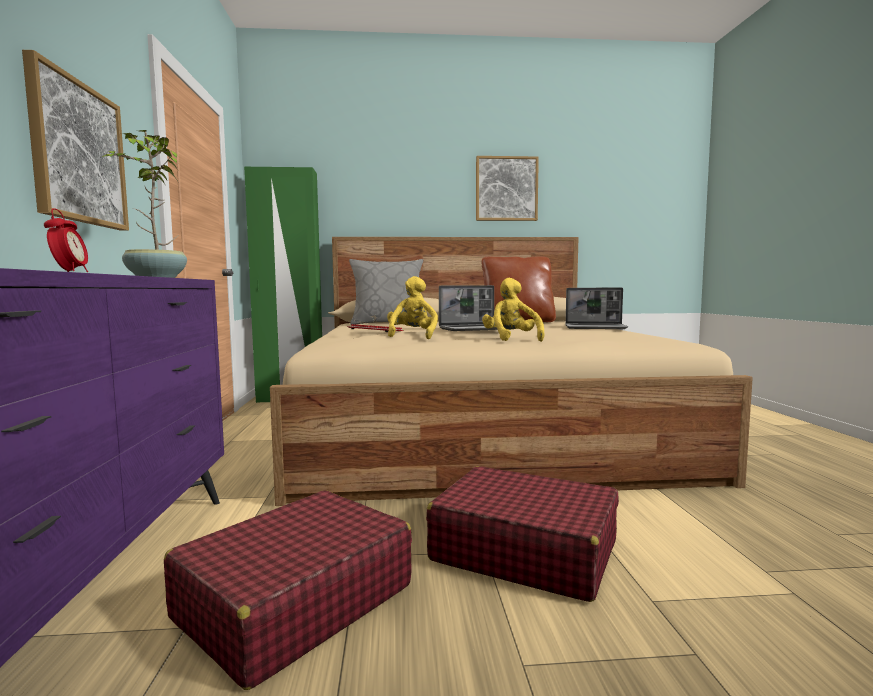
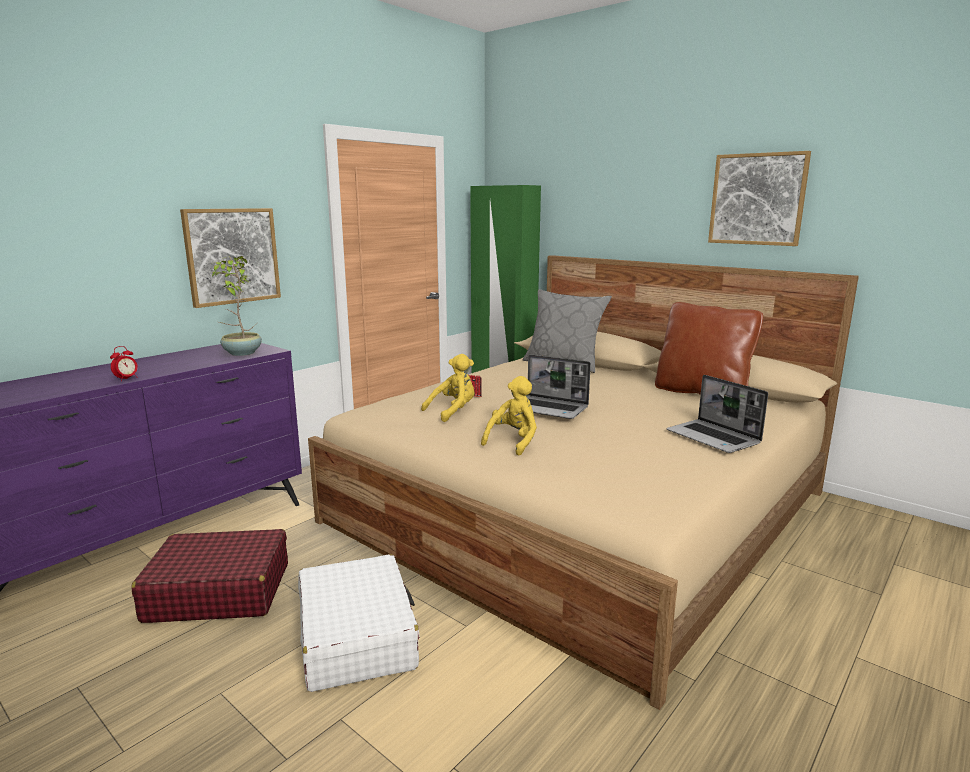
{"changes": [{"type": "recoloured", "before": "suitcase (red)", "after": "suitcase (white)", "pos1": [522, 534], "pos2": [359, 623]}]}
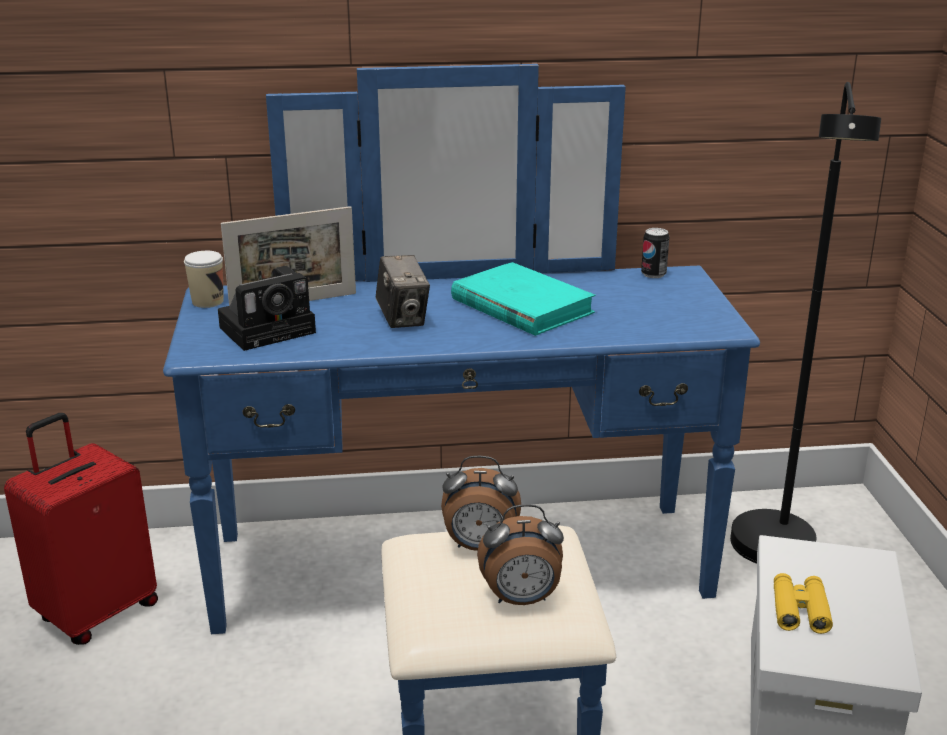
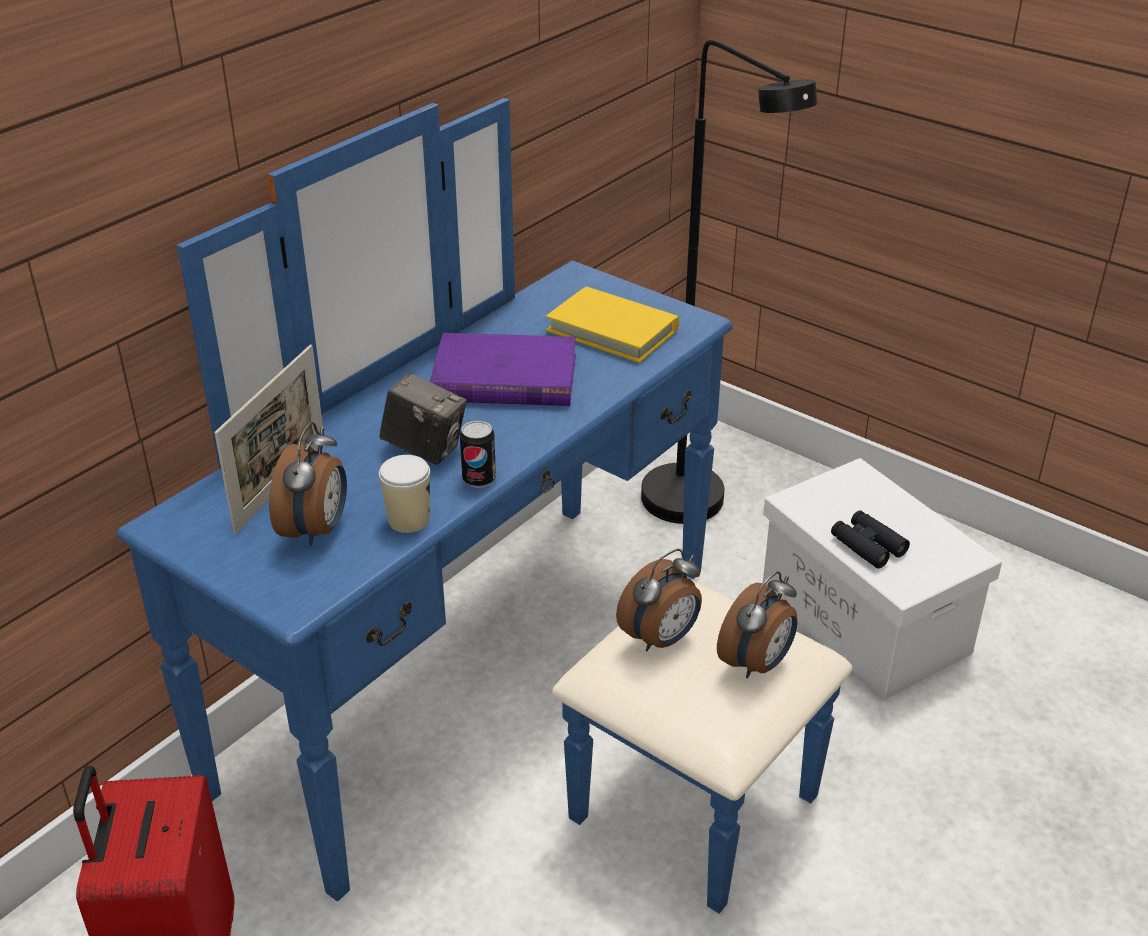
{"changes": [{"type": "moved", "before": "cup", "pos1": [204, 279], "pos2": [404, 494]}, {"type": "replaced", "before": "photo camera", "after": "alarm clock", "pos1": [267, 308], "pos2": [308, 484]}, {"type": "recoloured", "before": "book (turquoise)", "after": "book (purple)", "pos1": [523, 299], "pos2": [503, 369]}, {"type": "moved", "before": "can", "pos1": [655, 253], "pos2": [478, 454]}, {"type": "recoloured", "before": "binoculars (yellow)", "after": "binoculars (black)", "pos1": [803, 603], "pos2": [870, 539]}, {"type": "added", "after": "book (yellow)", "pos2": [612, 325]}]}
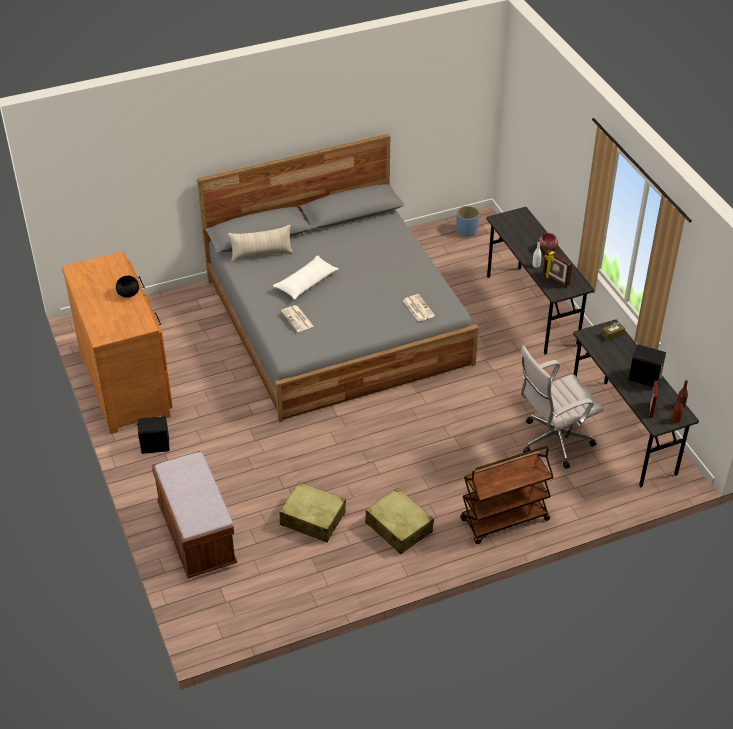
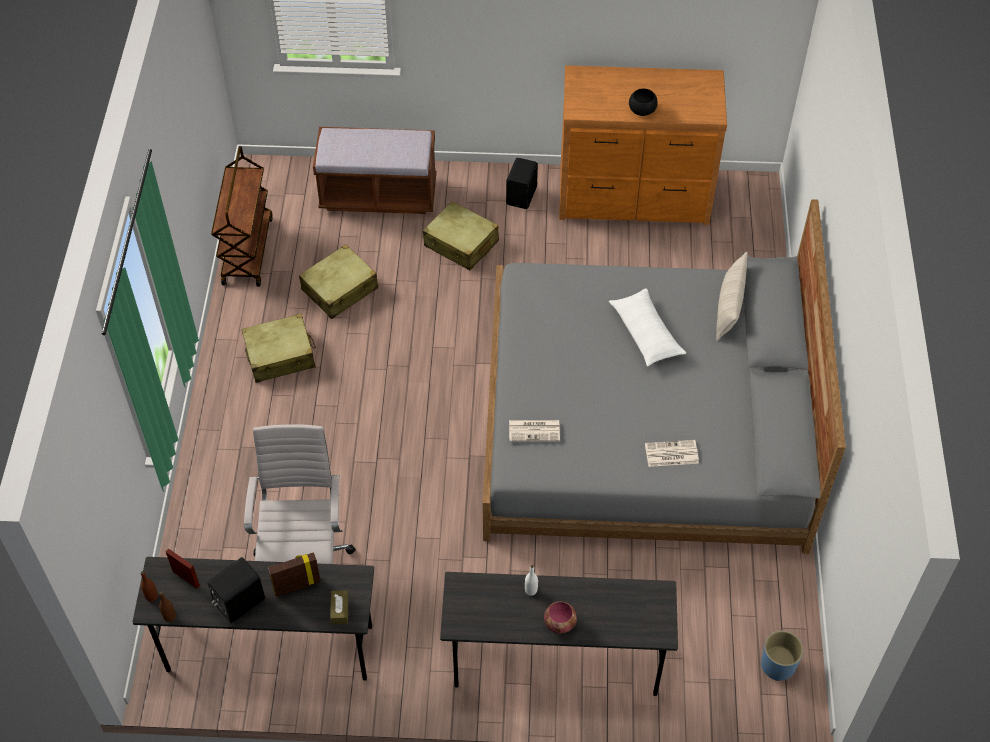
{"changes": [{"type": "moved", "before": "newspaper", "pos1": [297, 318], "pos2": [672, 453]}, {"type": "moved", "before": "cart (brown)", "pos1": [507, 495], "pos2": [242, 216]}, {"type": "moved", "before": "picture frame", "pos1": [558, 268], "pos2": [294, 574]}, {"type": "added", "after": "suitcase (beige)", "pos2": [461, 235]}]}
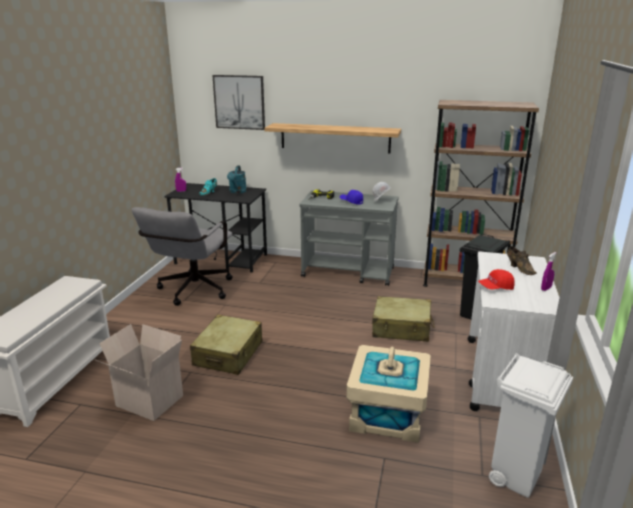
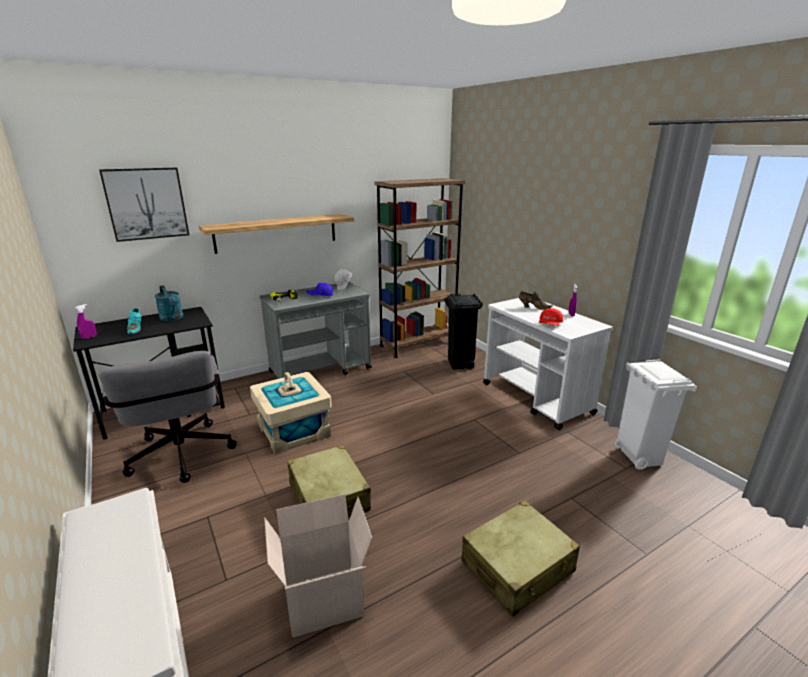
{"changes": [{"type": "moved", "before": "storage box (beige)", "pos1": [388, 394], "pos2": [291, 413]}, {"type": "moved", "before": "suitcase (beige)", "pos1": [403, 319], "pos2": [520, 558]}]}
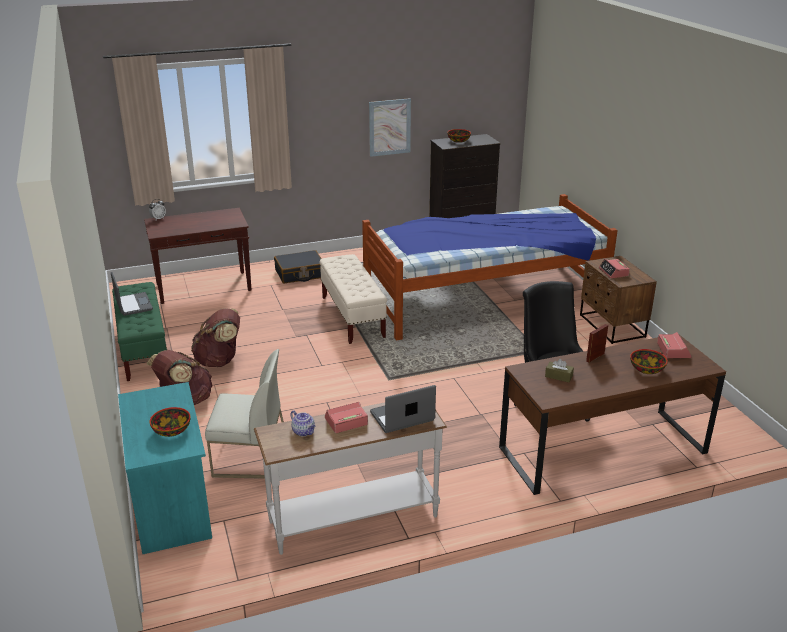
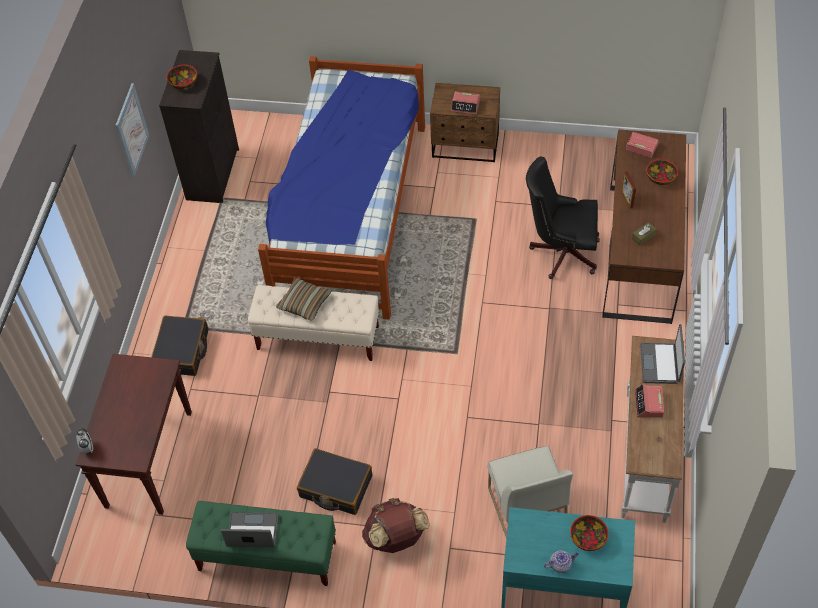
{"changes": [{"type": "replaced", "before": "backpack (brown)", "after": "suitcase (black)", "pos1": [215, 337], "pos2": [334, 481]}, {"type": "turned", "before": "chair (white)", "pos1": [244, 414], "pos2": [530, 492], "turn": 135}, {"type": "moved", "before": "teapot", "pos1": [302, 423], "pos2": [561, 561]}, {"type": "added", "after": "pillow", "pos2": [304, 299]}]}
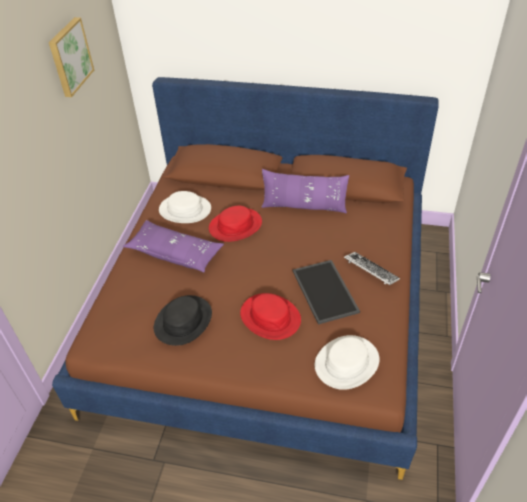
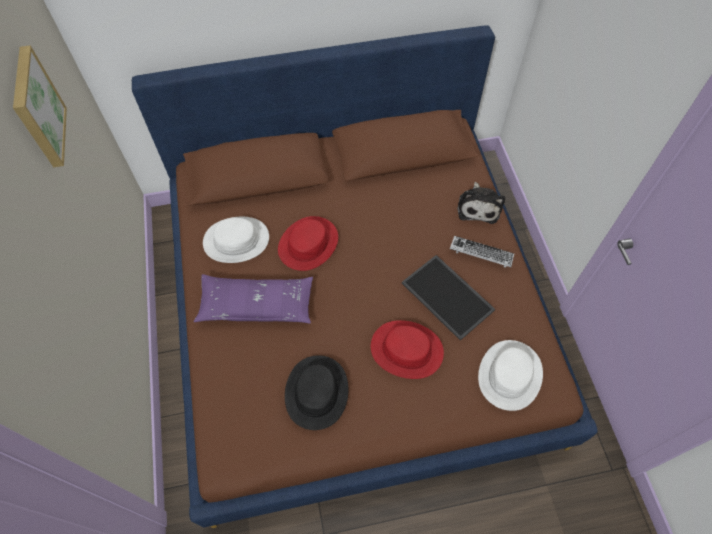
{"changes": [{"type": "removed", "before": "pillow (purple)", "pos1": [305, 191]}, {"type": "added", "after": "plush toy", "pos2": [481, 203]}]}
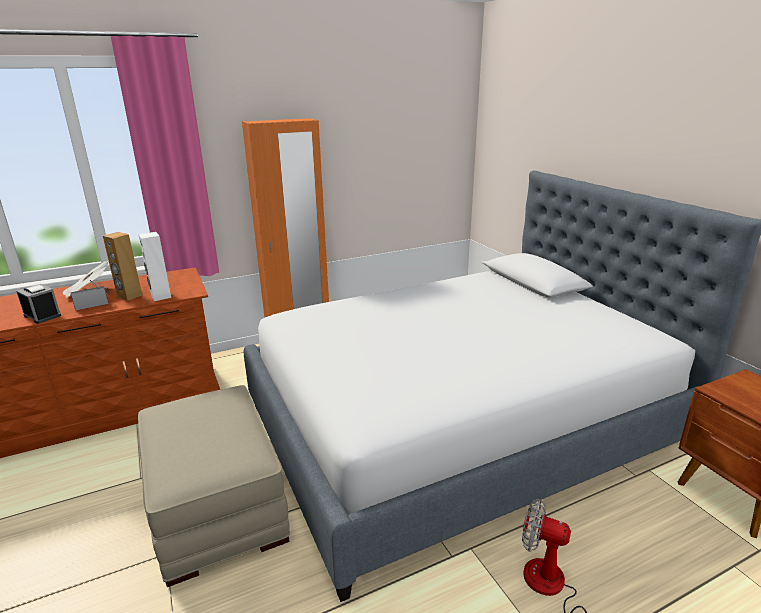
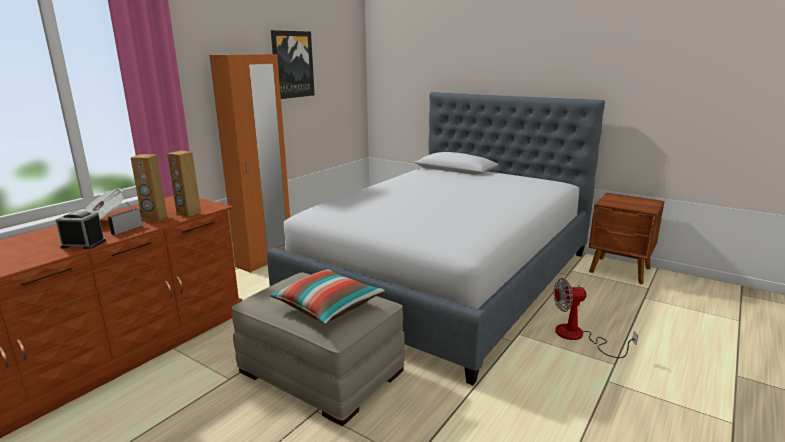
{"changes": [{"type": "recoloured", "before": "speaker (white)", "after": "speaker (brown)", "pos1": [154, 266], "pos2": [184, 184]}, {"type": "added", "after": "pillow", "pos2": [327, 296]}, {"type": "added", "after": "picture", "pos2": [293, 64]}]}
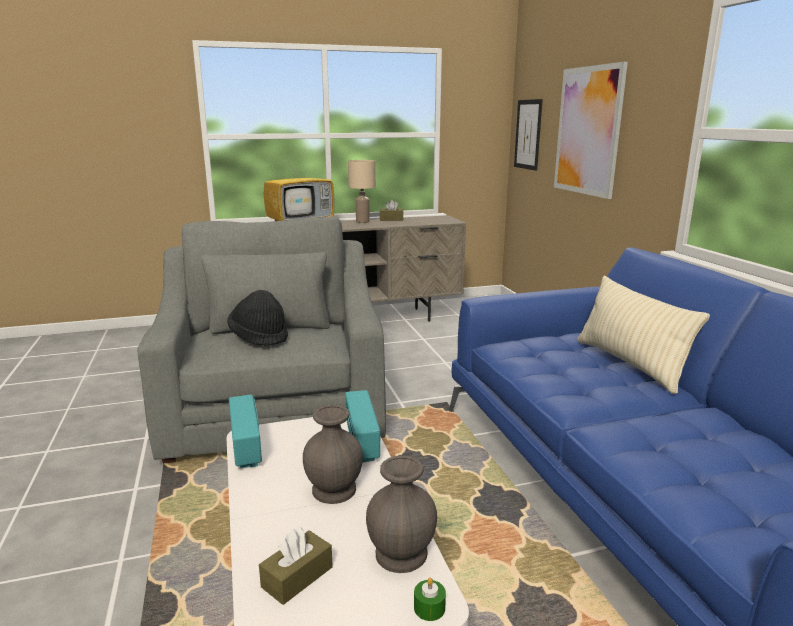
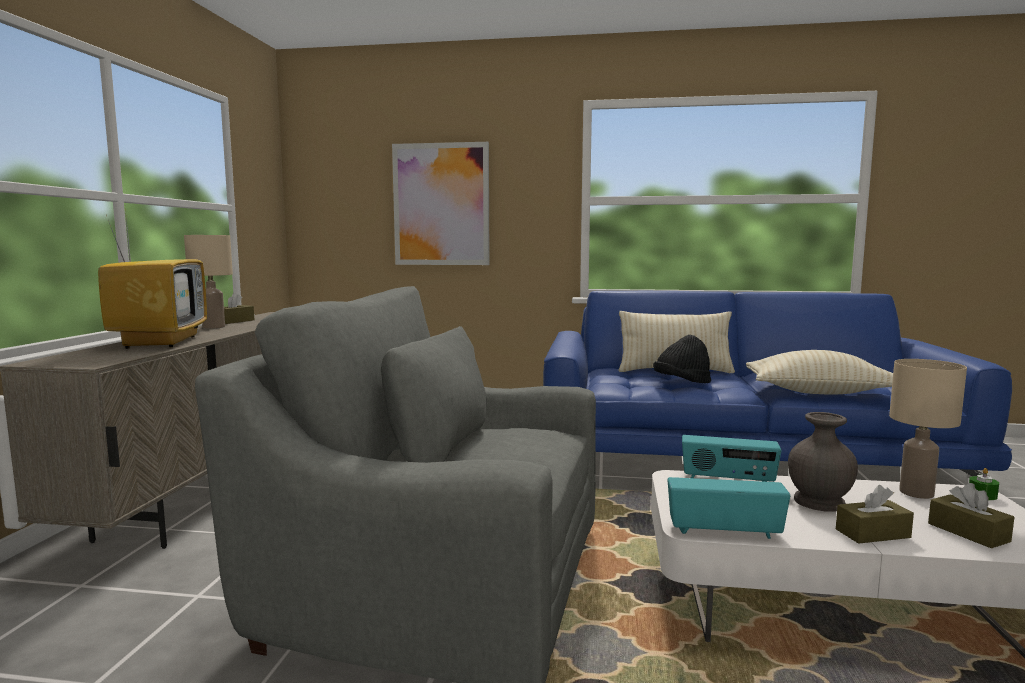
{"changes": [{"type": "moved", "before": "hat (black)", "pos1": [257, 318], "pos2": [682, 359]}, {"type": "replaced", "before": "vase (grey)", "after": "table lamp (beige)", "pos1": [401, 514], "pos2": [928, 429]}, {"type": "removed", "before": "picture", "pos1": [528, 135]}, {"type": "added", "after": "pillow (beige)", "pos2": [819, 372]}, {"type": "added", "after": "tissue box (brown)", "pos2": [875, 514]}]}
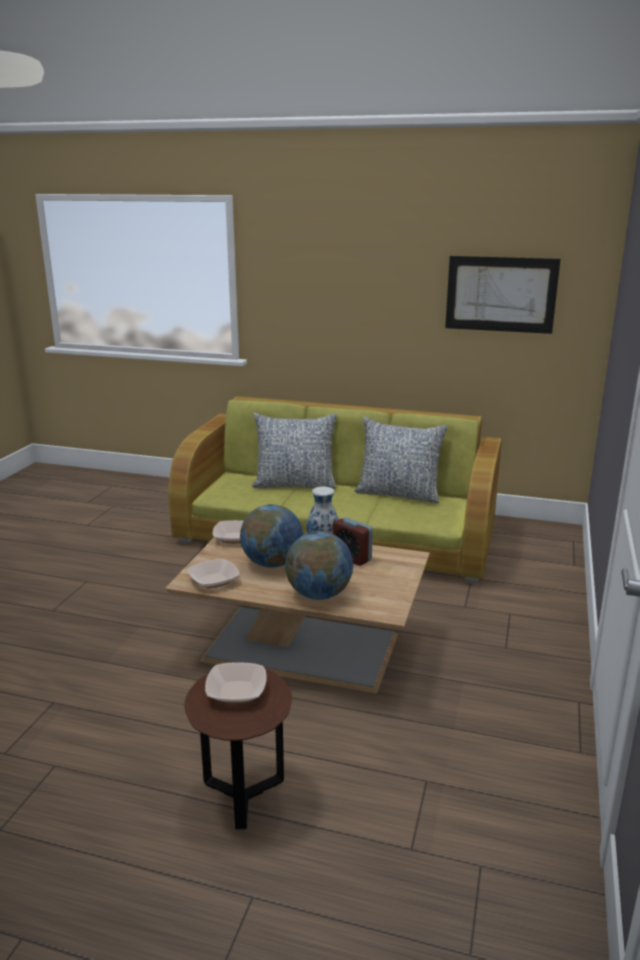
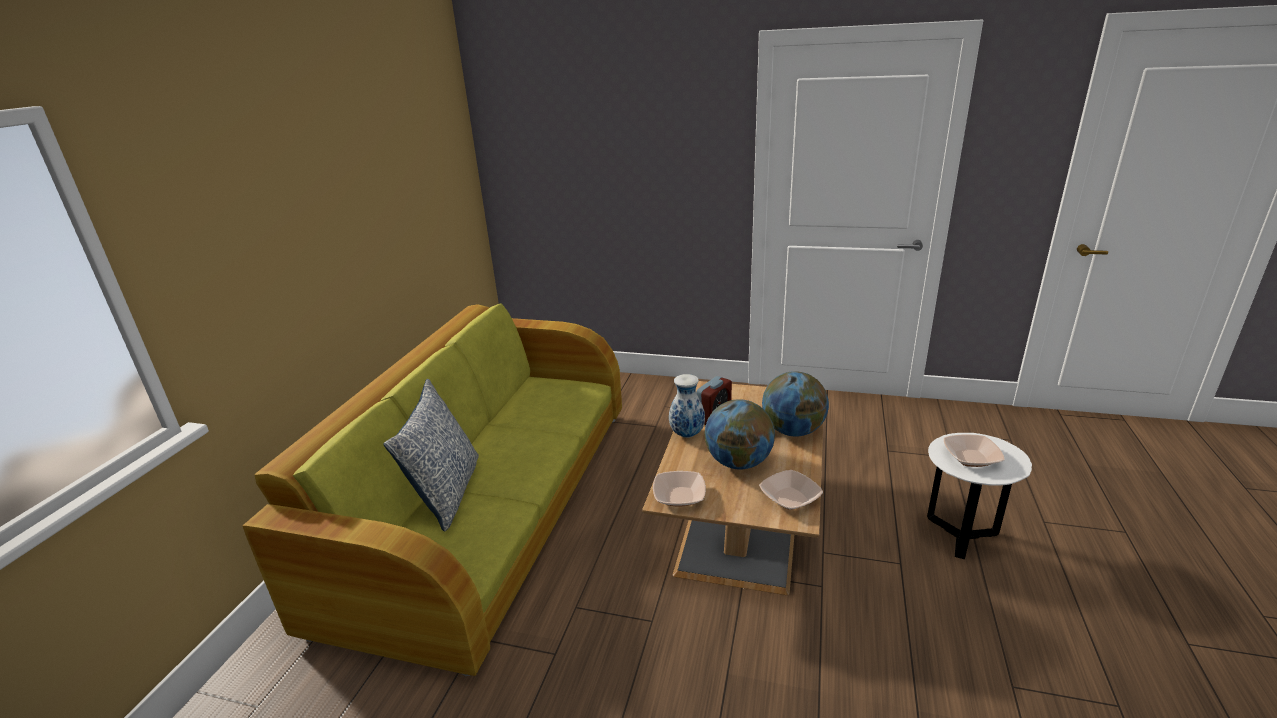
{"changes": [{"type": "recoloured", "before": "side table (brown)", "after": "side table (white)", "pos1": [238, 749], "pos2": [979, 496]}, {"type": "removed", "before": "pillow", "pos1": [400, 460]}, {"type": "removed", "before": "picture", "pos1": [502, 295]}]}
